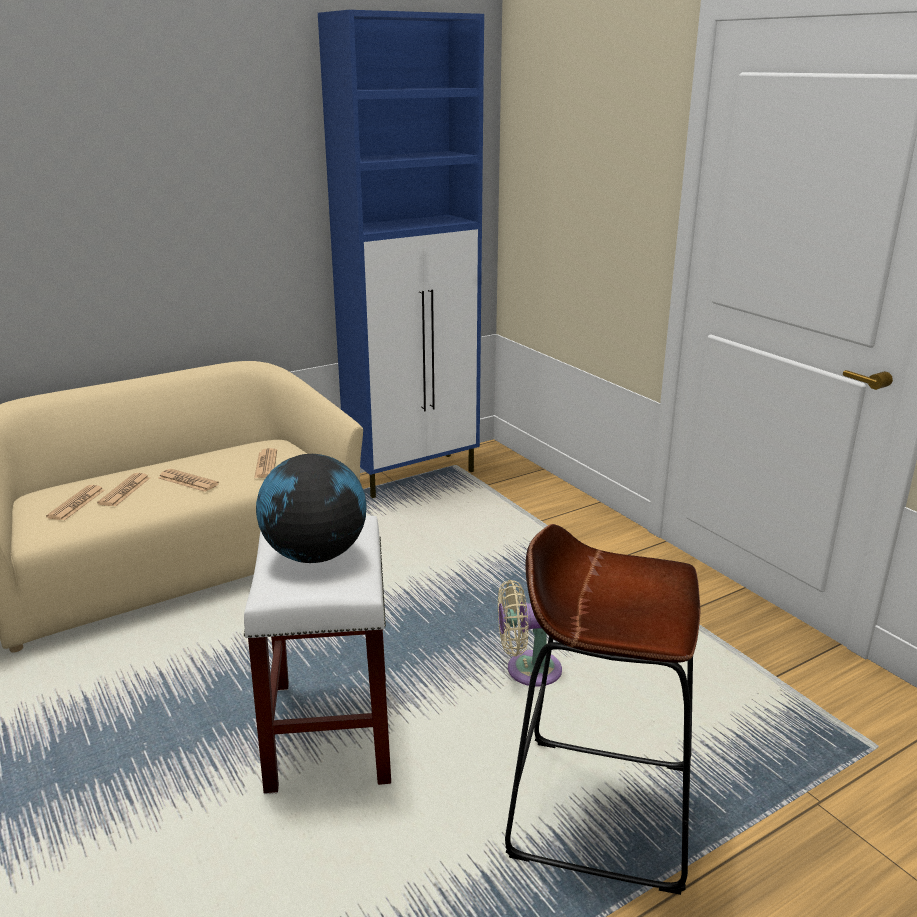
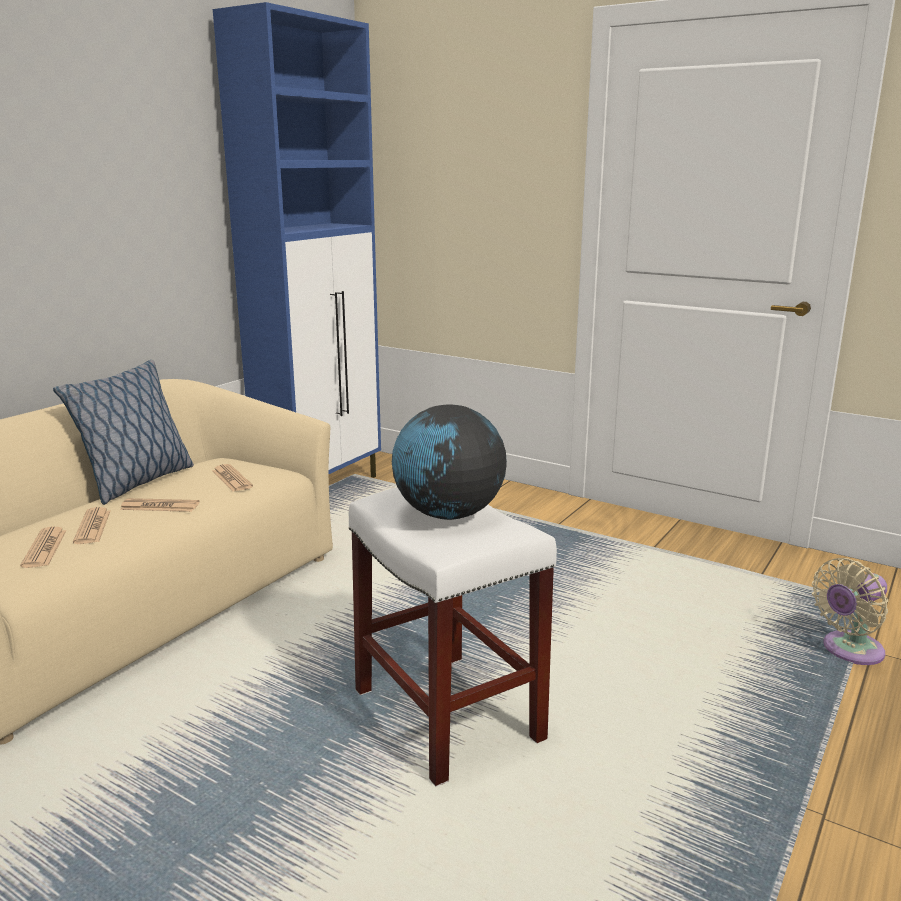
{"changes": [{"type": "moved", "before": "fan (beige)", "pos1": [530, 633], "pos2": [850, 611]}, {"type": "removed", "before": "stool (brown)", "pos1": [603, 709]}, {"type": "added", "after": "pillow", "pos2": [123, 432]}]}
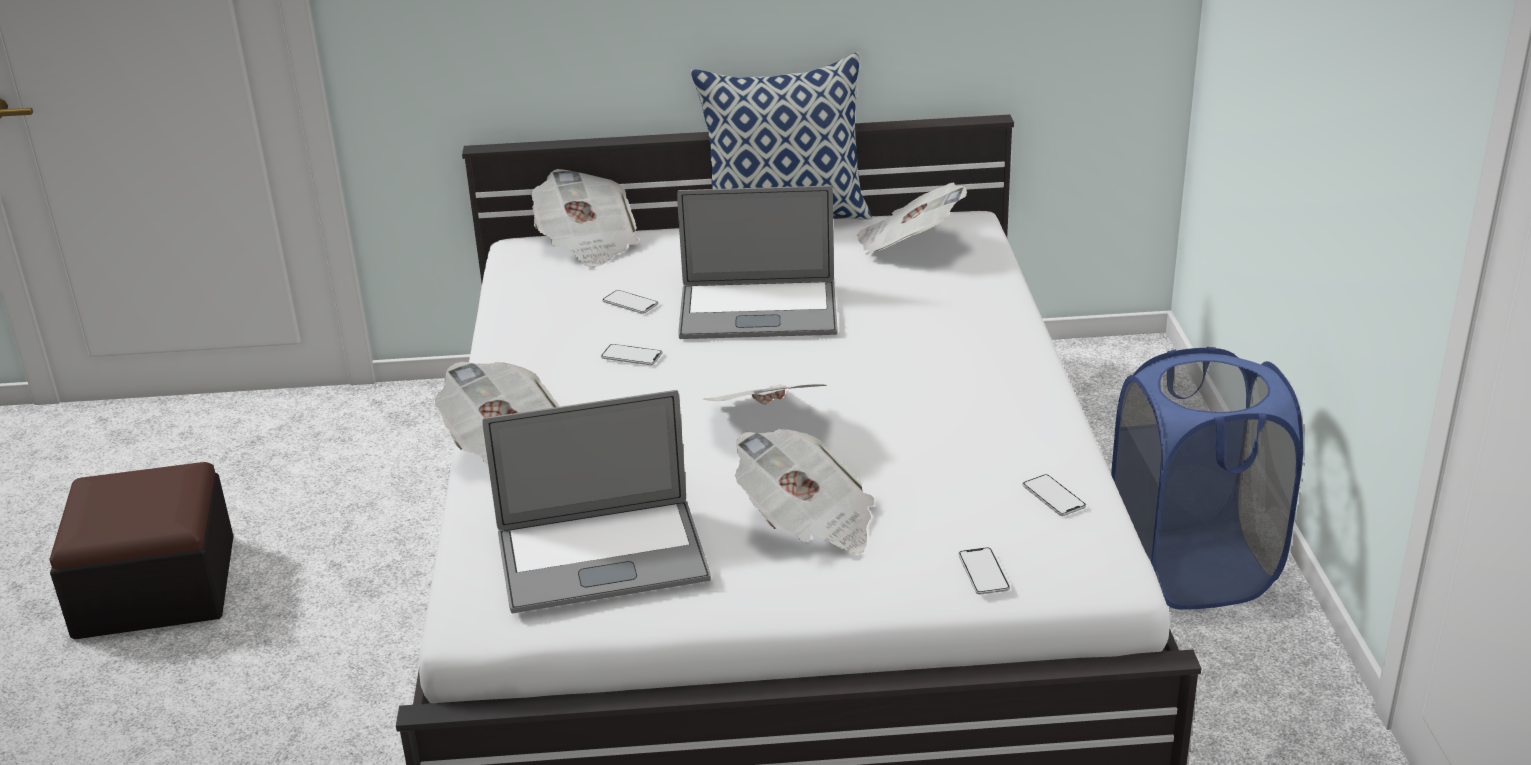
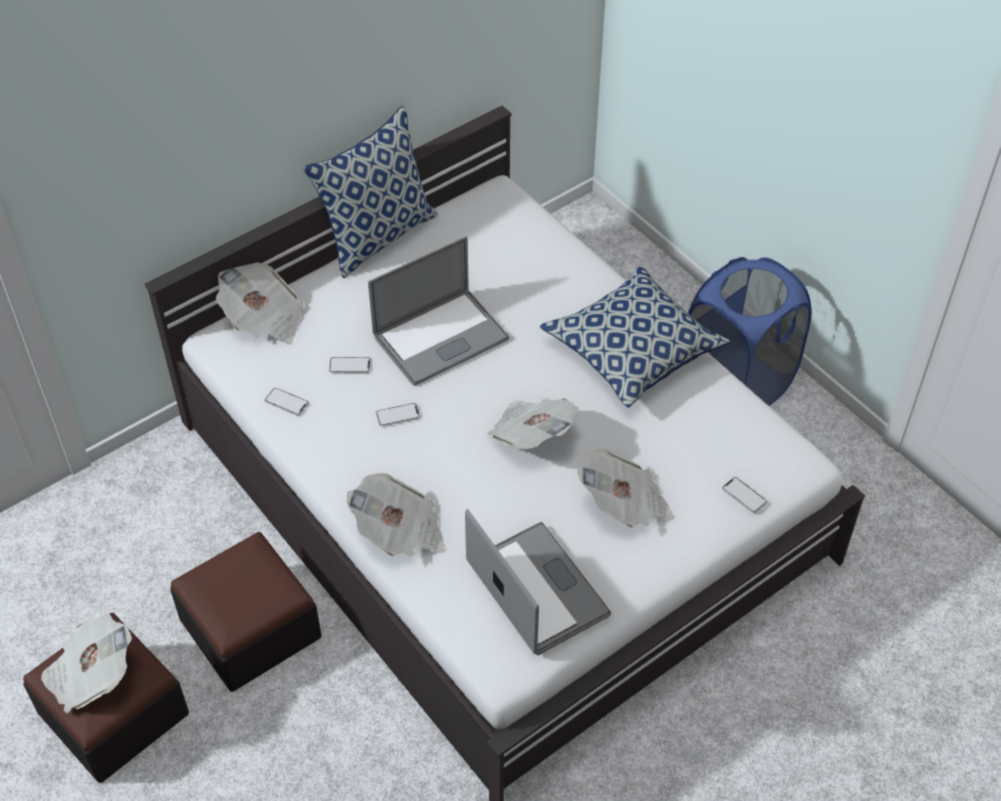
{"changes": [{"type": "turned", "before": "laptop", "pos1": [596, 502], "pos2": [538, 582], "turn": -75}, {"type": "moved", "before": "newspaper", "pos1": [912, 218], "pos2": [86, 663]}, {"type": "moved", "before": "phone", "pos1": [1054, 495], "pos2": [287, 401]}, {"type": "added", "after": "ottoman", "pos2": [245, 612]}, {"type": "added", "after": "pillow", "pos2": [635, 336]}]}
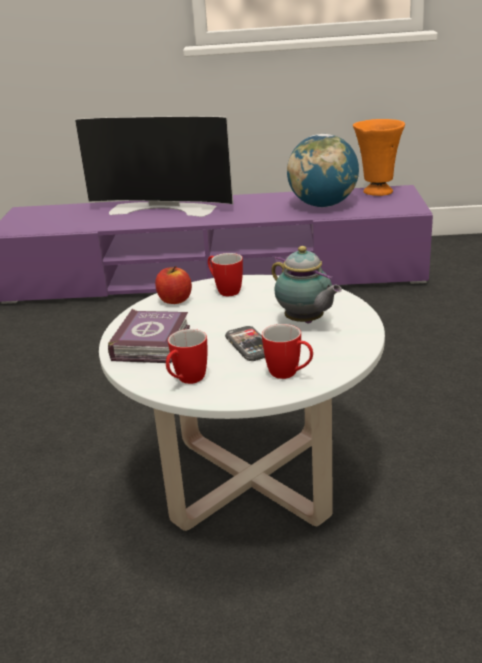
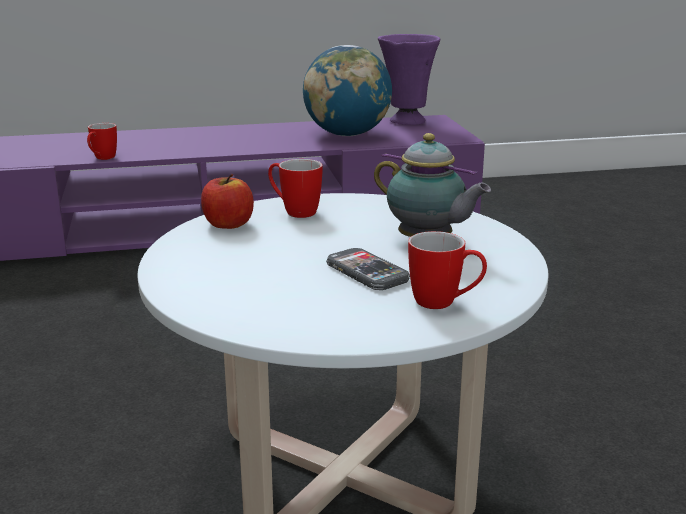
{"changes": [{"type": "removed", "before": "television", "pos1": [154, 166]}, {"type": "removed", "before": "book", "pos1": [149, 336]}, {"type": "moved", "before": "mug", "pos1": [186, 356], "pos2": [102, 141]}, {"type": "recoloured", "before": "vase (orange)", "after": "vase (purple)", "pos1": [379, 157], "pos2": [409, 79]}]}
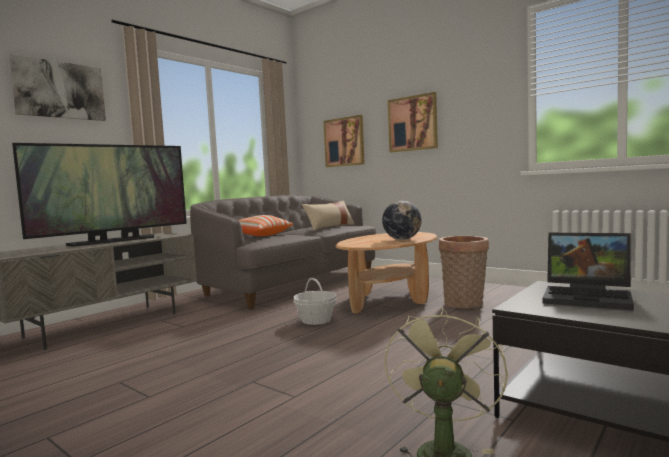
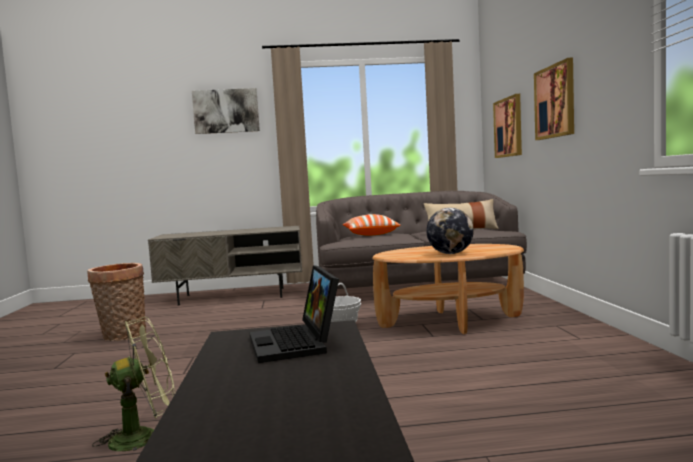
{"changes": [{"type": "removed", "before": "television", "pos1": [99, 194]}, {"type": "moved", "before": "basket", "pos1": [464, 272], "pos2": [116, 302]}]}
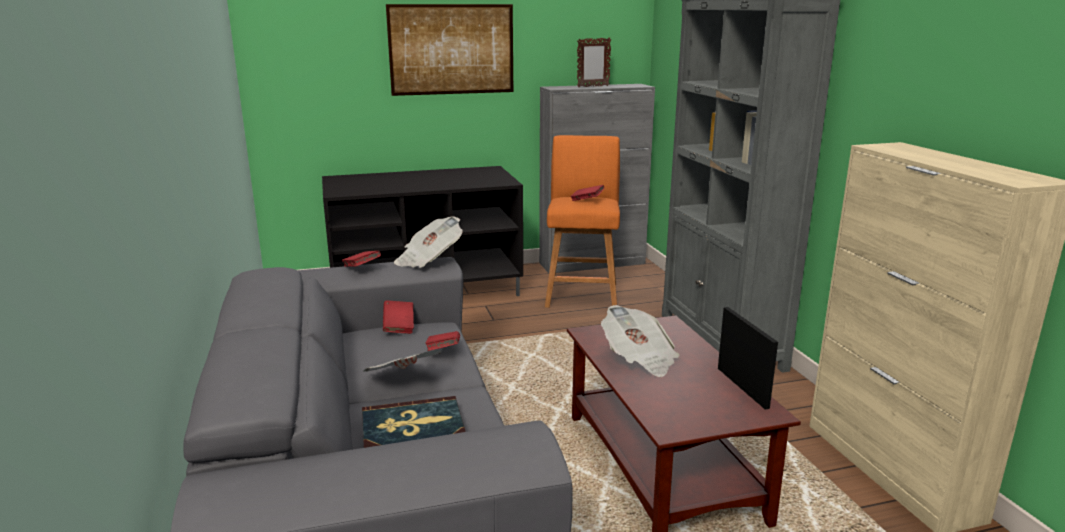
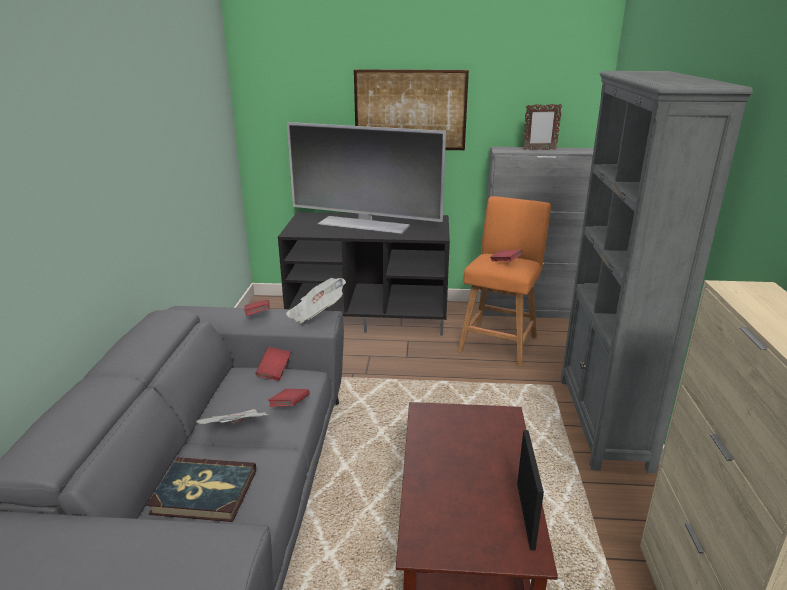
{"changes": [{"type": "removed", "before": "newspaper", "pos1": [640, 341]}, {"type": "added", "after": "television", "pos2": [366, 178]}]}
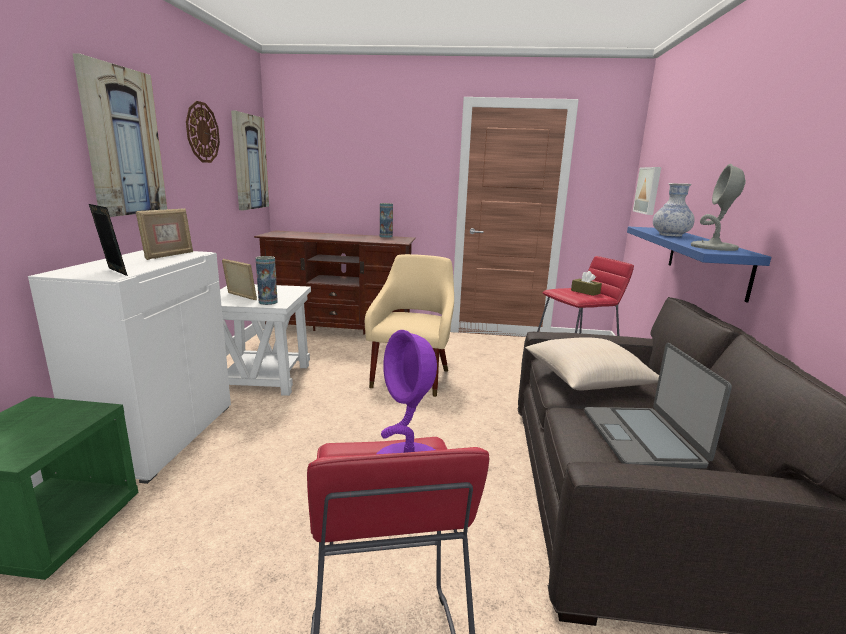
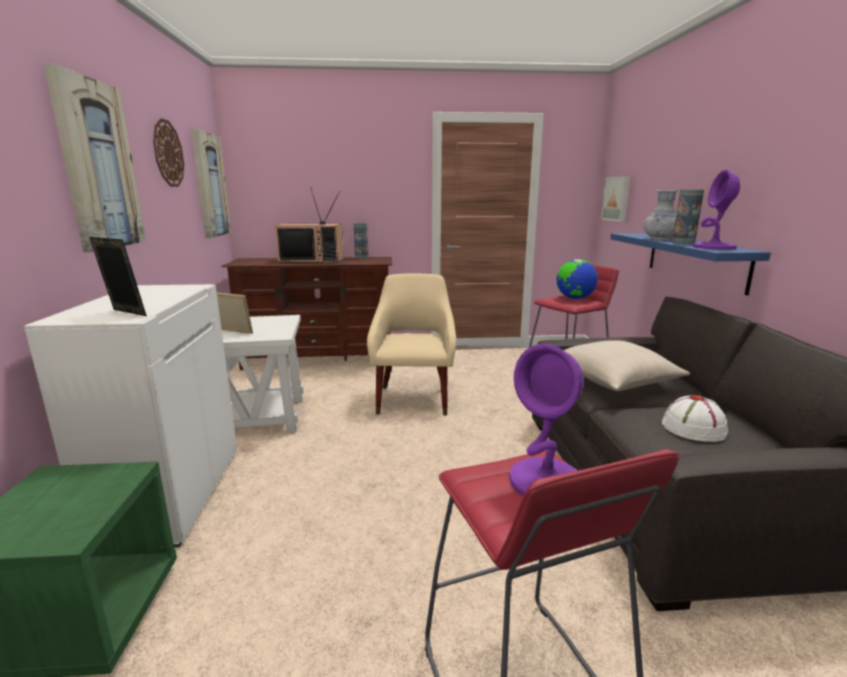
{"changes": [{"type": "removed", "before": "picture frame", "pos1": [164, 234]}, {"type": "moved", "before": "vase", "pos1": [267, 280], "pos2": [688, 217]}, {"type": "replaced", "before": "tissue box (brown)", "after": "globe", "pos1": [586, 283], "pos2": [577, 279]}, {"type": "replaced", "before": "laptop", "after": "hat (white)", "pos1": [658, 406], "pos2": [695, 418]}, {"type": "recoloured", "before": "table lamp (grey)", "after": "table lamp (purple)", "pos1": [718, 207], "pos2": [716, 210]}, {"type": "added", "after": "television", "pos2": [309, 225]}]}
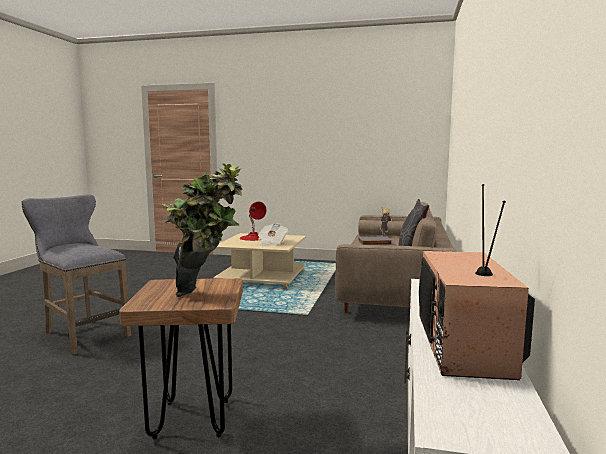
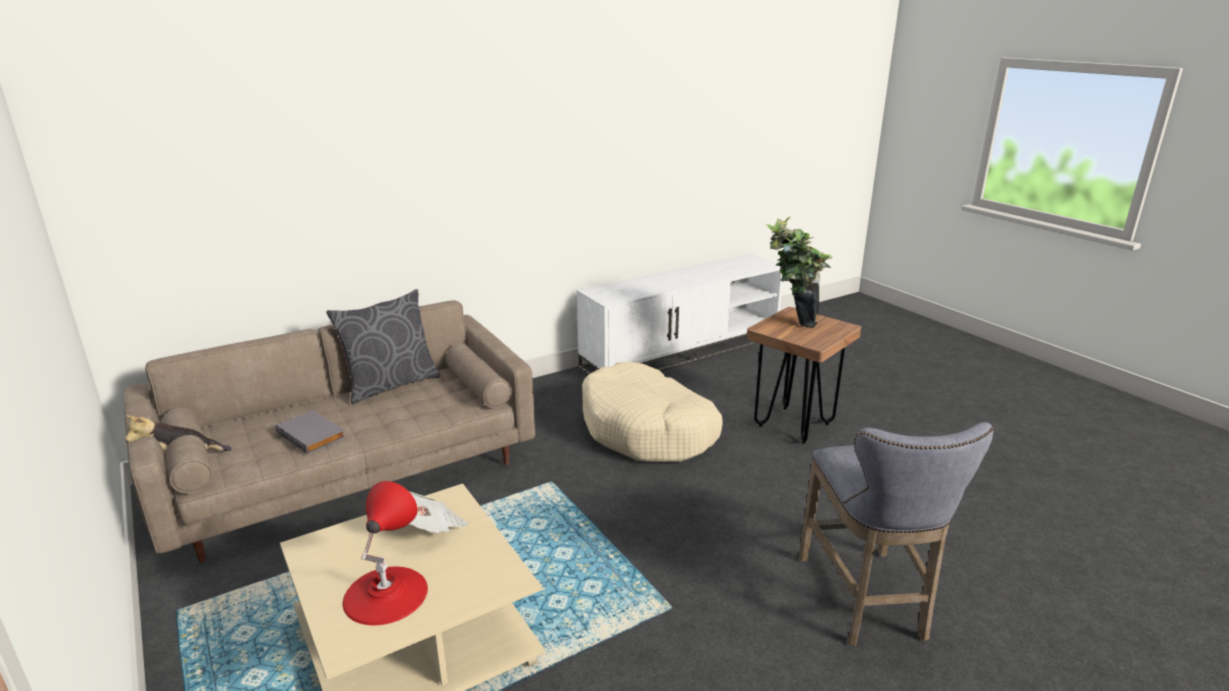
{"changes": [{"type": "removed", "before": "television", "pos1": [477, 282]}, {"type": "added", "after": "dog bed (beige)", "pos2": [652, 412]}]}
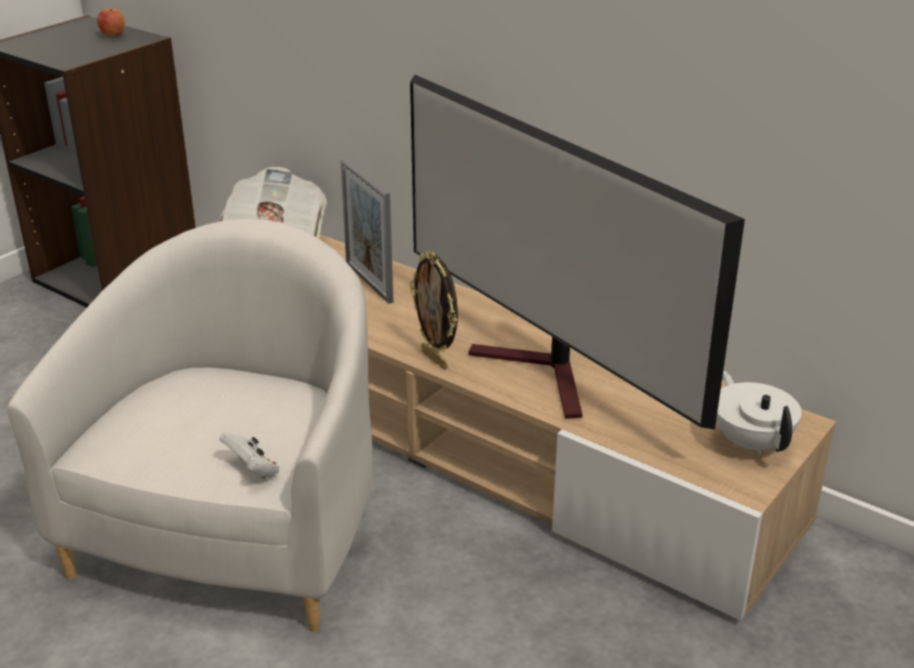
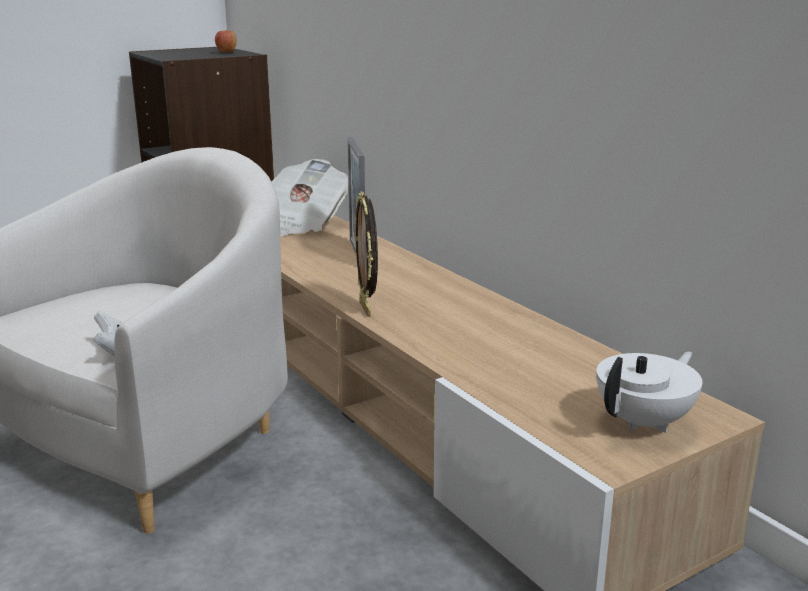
{"changes": [{"type": "removed", "before": "television", "pos1": [577, 252]}, {"type": "turned", "before": "teapot (white)", "pos1": [759, 413], "pos2": [649, 392], "turn": 45}]}
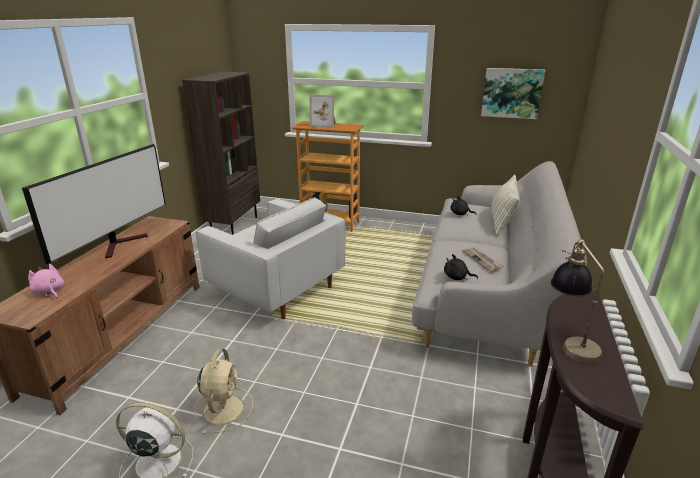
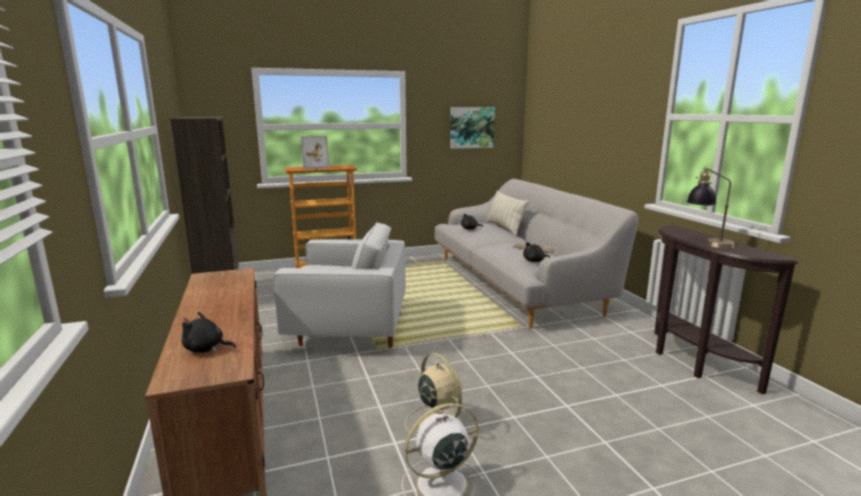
{"changes": [{"type": "removed", "before": "television", "pos1": [94, 204]}, {"type": "recoloured", "before": "plush toy (pink)", "after": "plush toy (black)", "pos1": [46, 281], "pos2": [208, 332]}]}
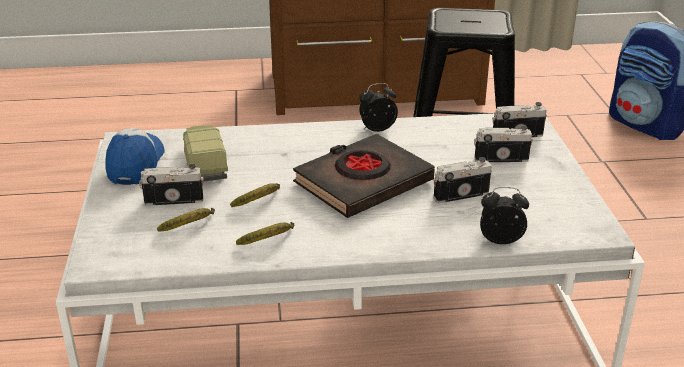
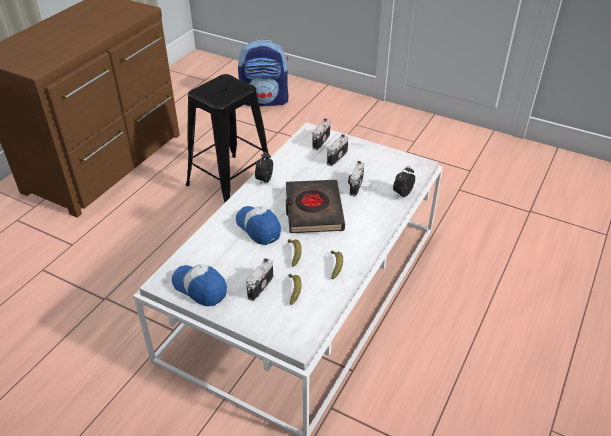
{"changes": [{"type": "removed", "before": "toy truck", "pos1": [205, 153]}, {"type": "added", "after": "cap", "pos2": [258, 225]}]}
